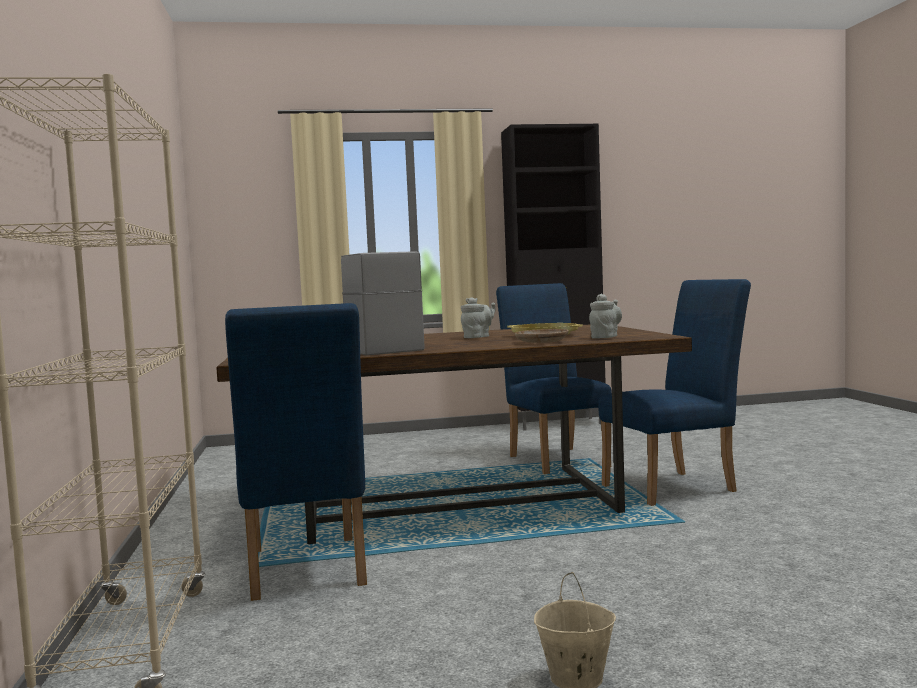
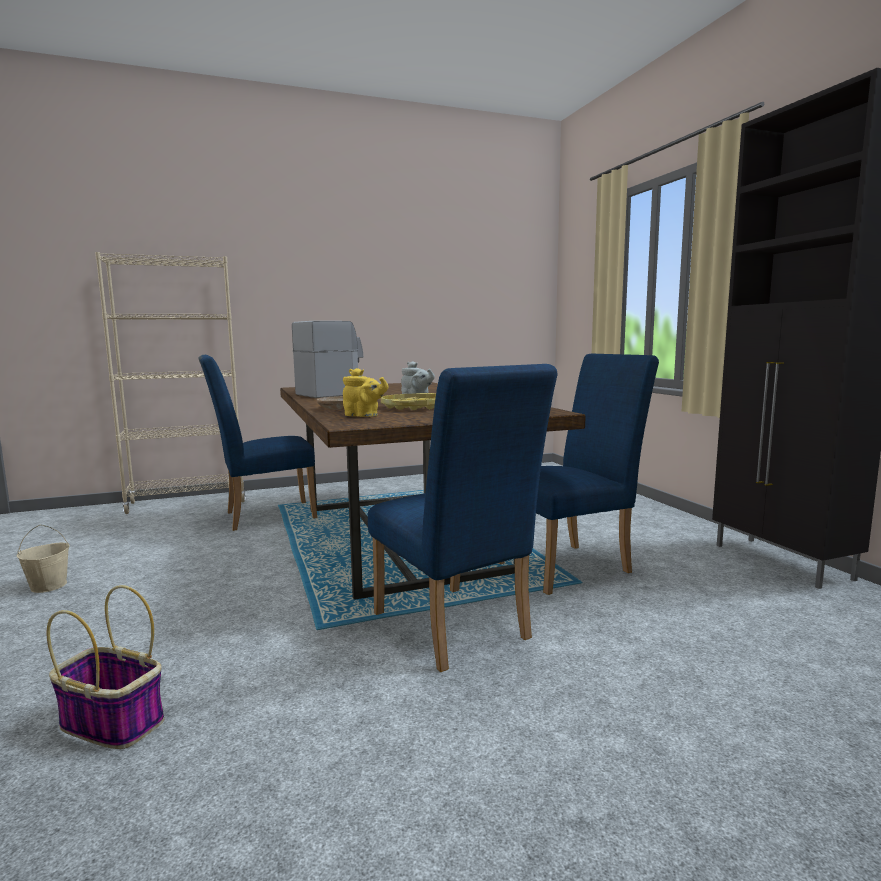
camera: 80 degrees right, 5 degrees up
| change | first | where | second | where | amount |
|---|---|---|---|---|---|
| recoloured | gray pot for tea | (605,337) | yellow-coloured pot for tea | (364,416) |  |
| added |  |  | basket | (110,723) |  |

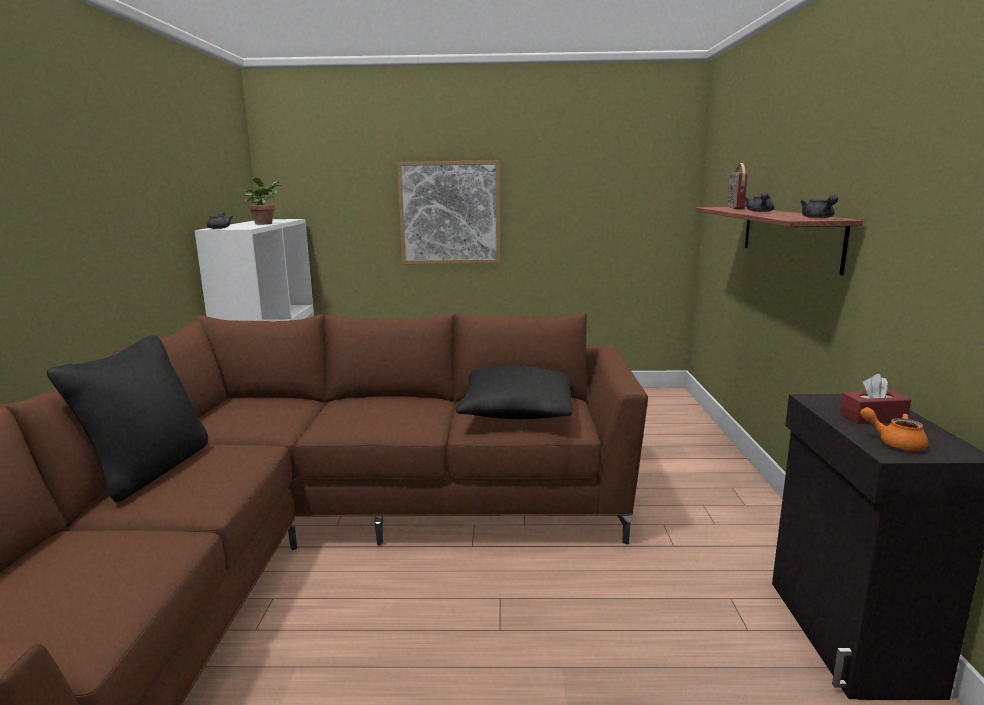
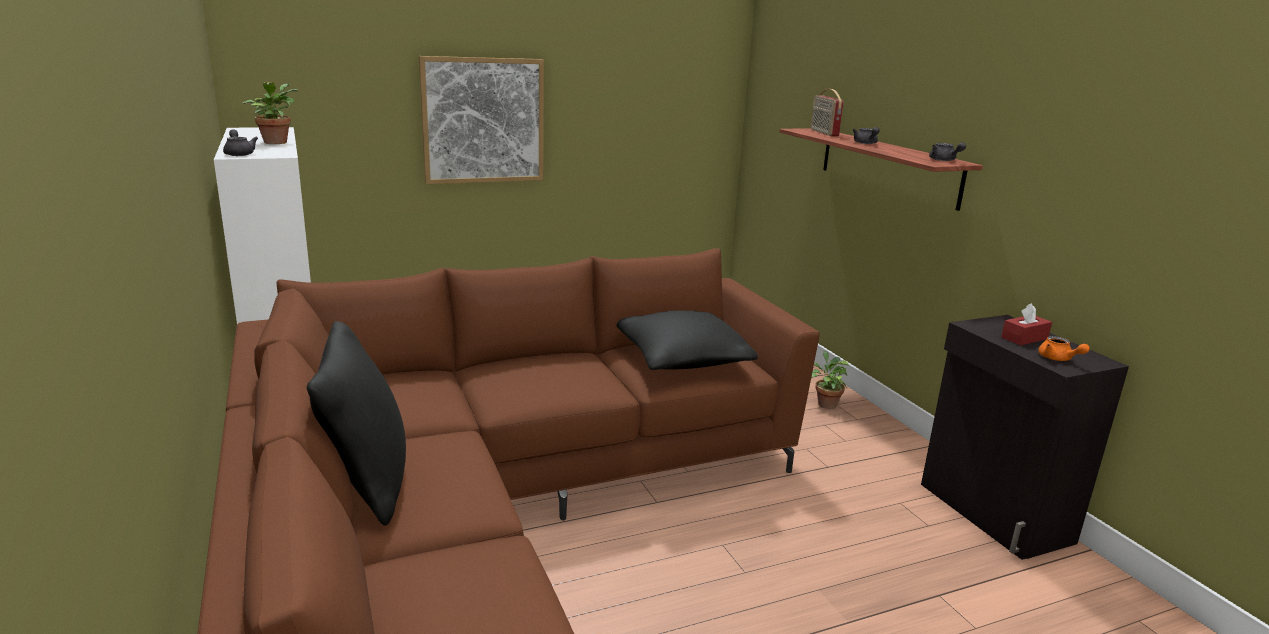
camera: 25 degrees left, 5 degrees up
| change | first | where | second | where | amount |
|---|---|---|---|---|---|
| turned | orange-coloured pot for tea | (895,443) |  | (1058,359) | 135 degrees counterclockwise |
| added |  |  | potted plant | (825,403) |  |

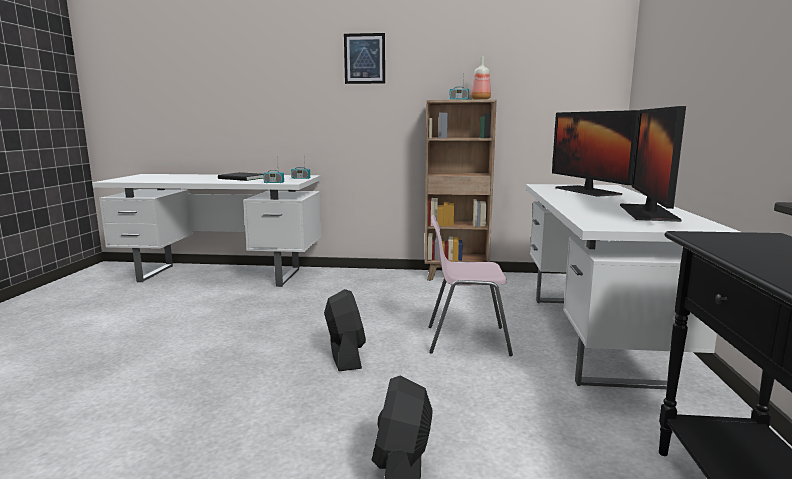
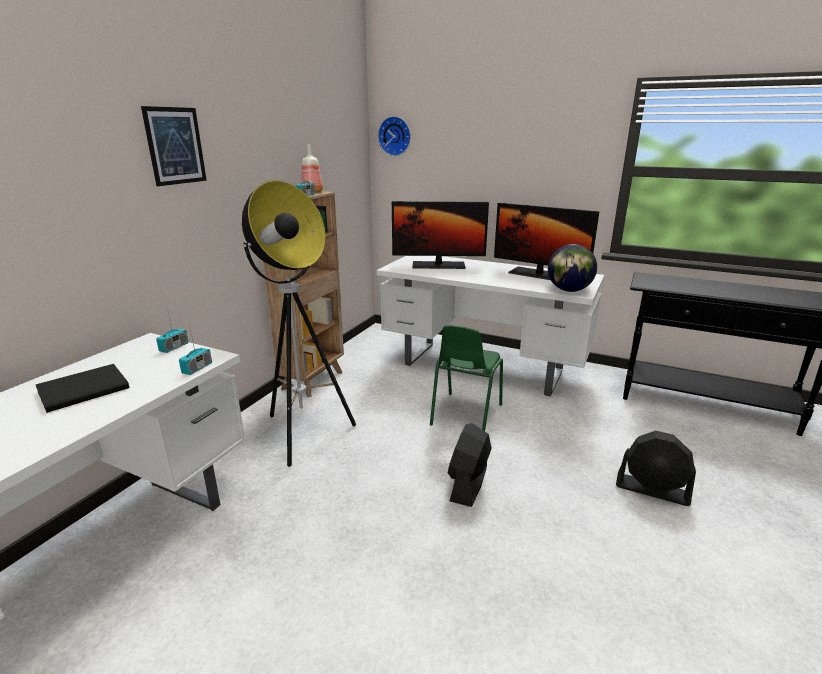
camera: 70 degrees left, 10 degrees up
| change | first | where | second | where | amount |
|---|---|---|---|---|---|
| turned | blackish electric fan | (345,355) |  | (468,484) | 75 degrees counterclockwise |
| recoloured | pink-coloured upright chair | (466,340) | green upright chair | (465,415) |  |
| added |  |  | standing lamp | (303,433) |  |
| added |  |  | clock on the wall | (395,136) |  |
| added |  |  | desk globe | (569,290) |  |

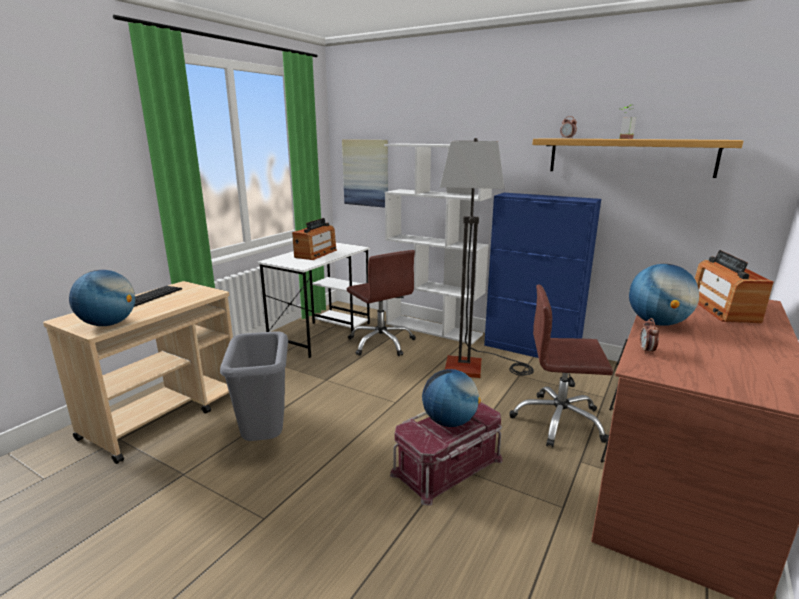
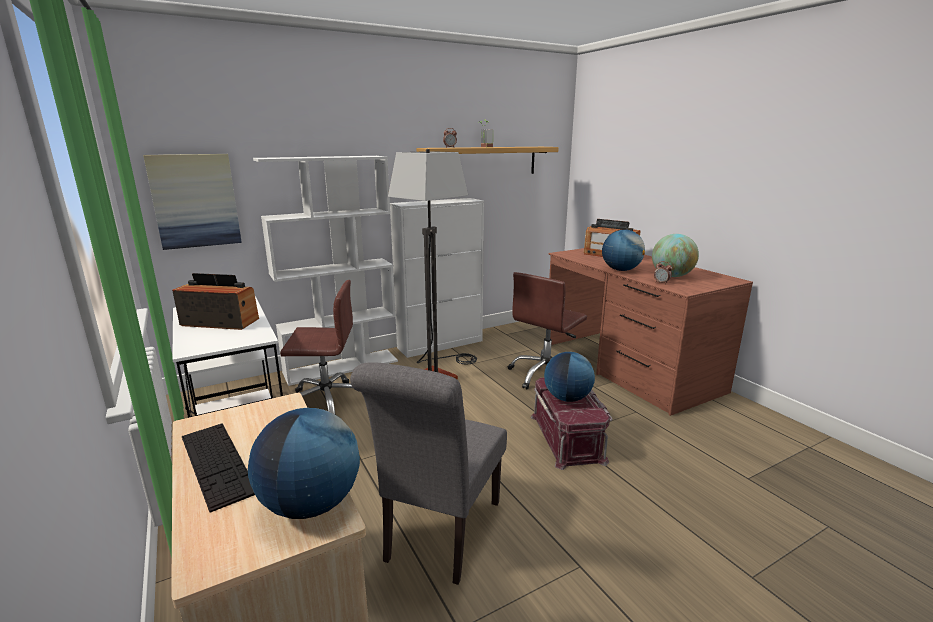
camera: 60 degrees left, 0 degrees up
| change | first | where | second | where | amount |
|---|---|---|---|---|---|
| replaced | gray trash can | (265,438) | gray upright chair | (439,535) |  |
| turned | radio receiver | (316,253) |  | (220,322) | 45 degrees counterclockwise |
| recoloured | blue storage cabinet | (531,350) | whitish storage cabinet | (441,344) |  |
| added |  |  | desk globe | (672,276) |  |

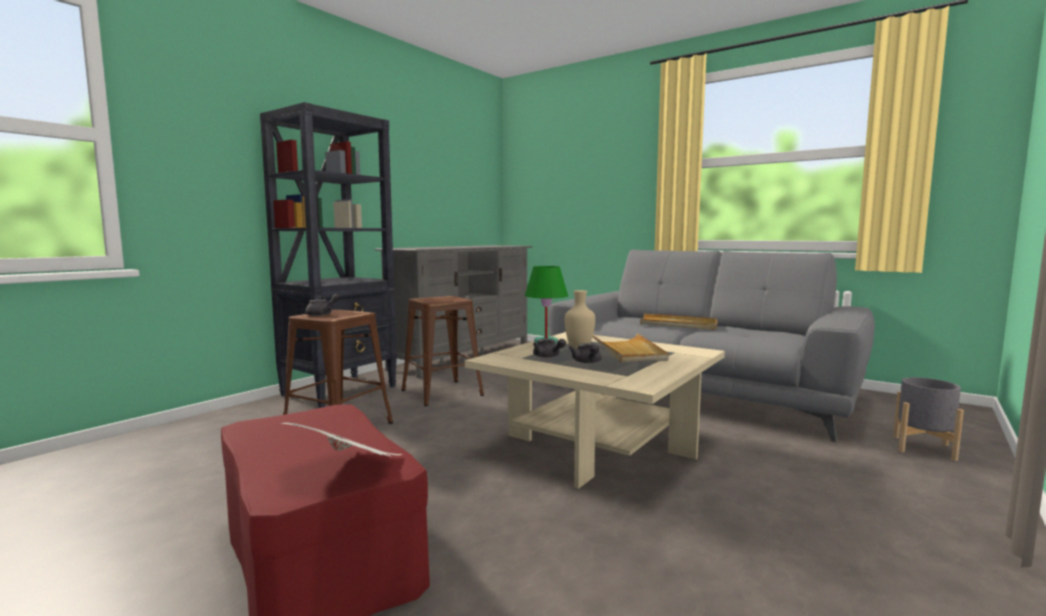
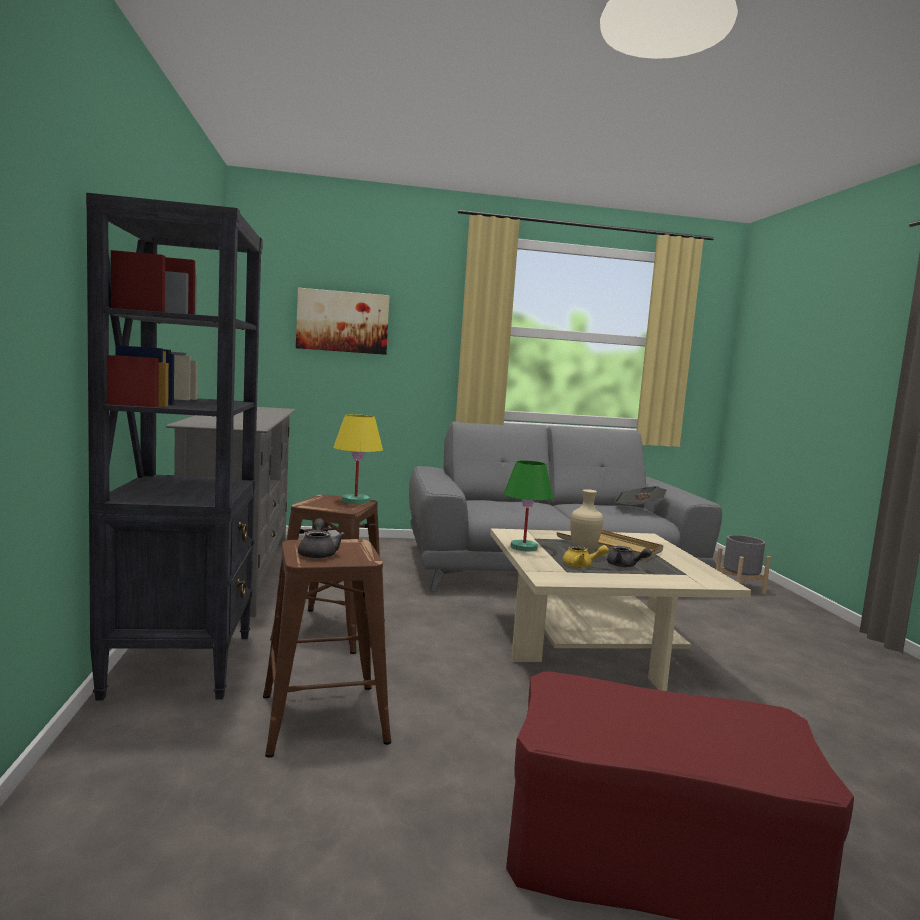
camera: 45 degrees left, 0 degrees up
| change | first | where | second | where | amount |
|---|---|---|---|---|---|
| moved | printed paper | (345,469) |  | (638,510) |  |
| recoloured | gray pot for tea | (548,357) | yellow-coloured pot for tea | (581,565) |  |
| removed | sand-coloured tray | (678,325) |  |  |  |
| added |  |  | wall picture | (342,321) |  |
| added |  |  | yellow-coloured tabletop lamp | (355,501) |  |

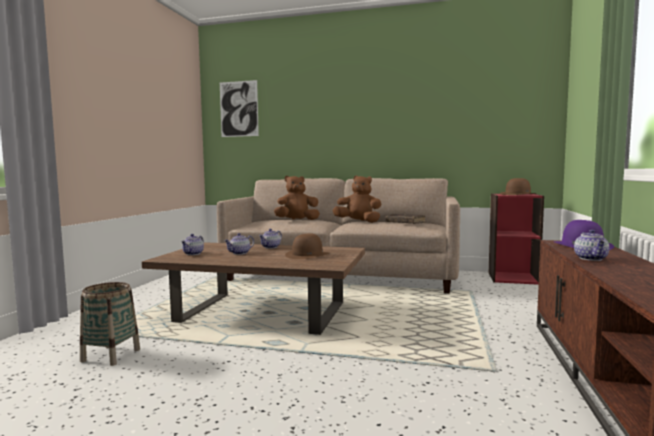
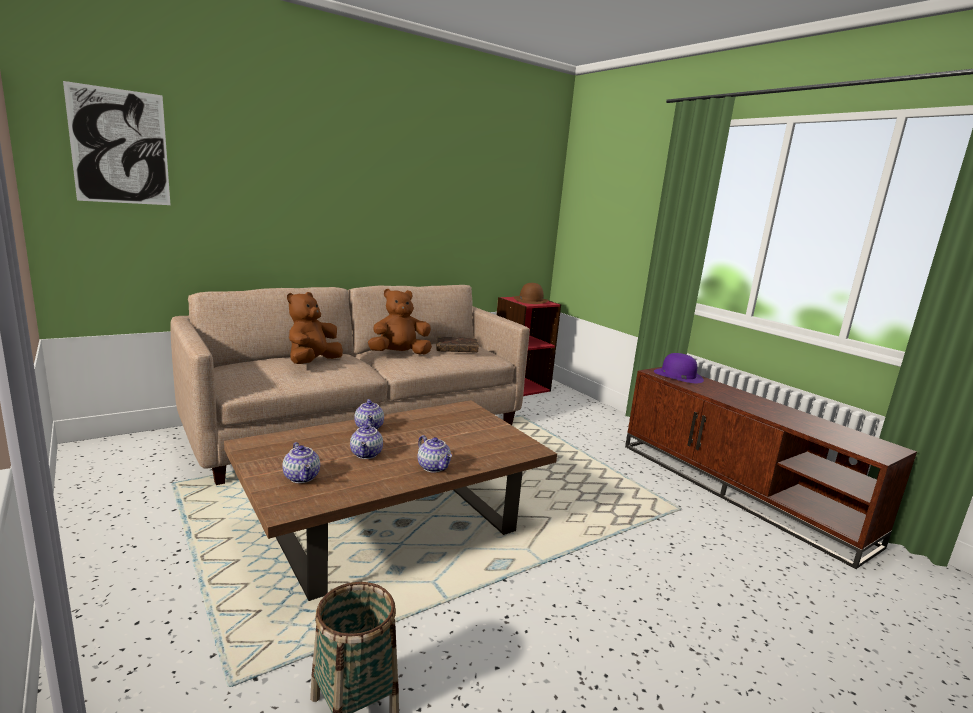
camera: 50 degrees left, 10 degrees up
| change | first | where | second | where | amount |
|---|---|---|---|---|---|
| removed | brownish wearable hat | (307,255) |  |  |  |
| moved | pot for tea | (591,259) |  | (434,467) |  |

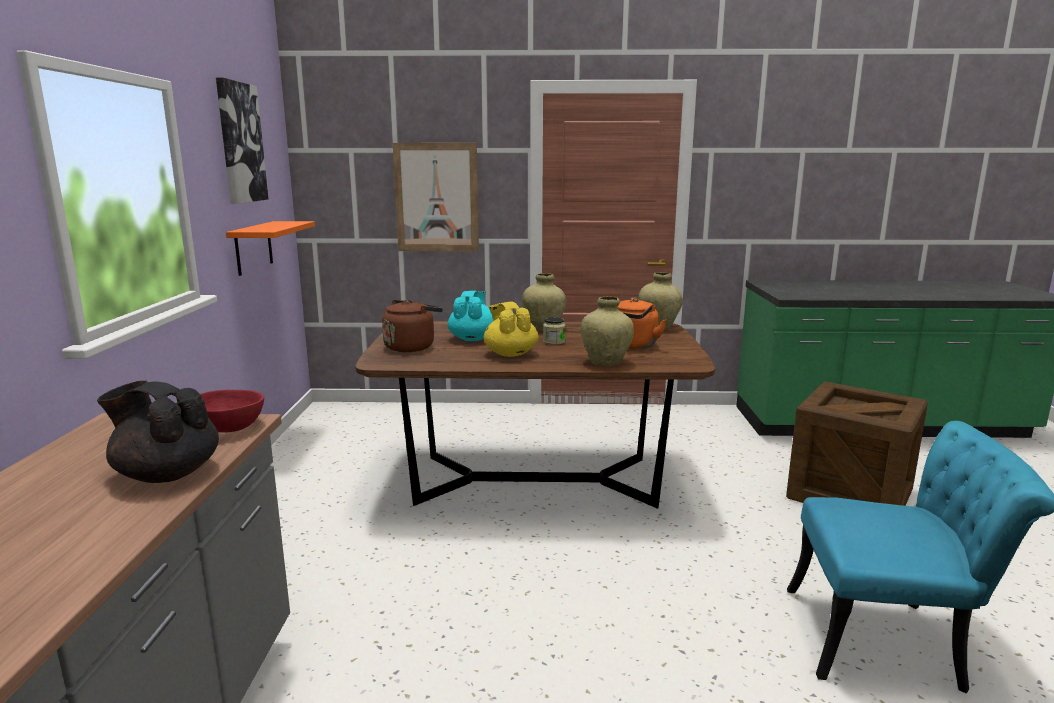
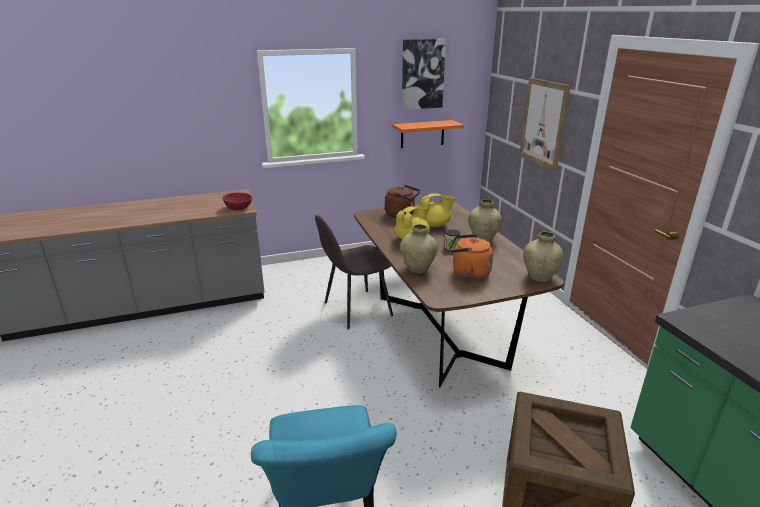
camera: 70 degrees right, 10 degrees up
| change | first | where | second | where | amount |
|---|---|---|---|---|---|
| removed | blackish pot for tea | (167,474) |  |  |  |
| recoloured | blue-green pot for tea | (473,338) | yellow-coloured pot for tea | (434,225) |  |
| added |  |  | gray upright chair | (356,309) |  |

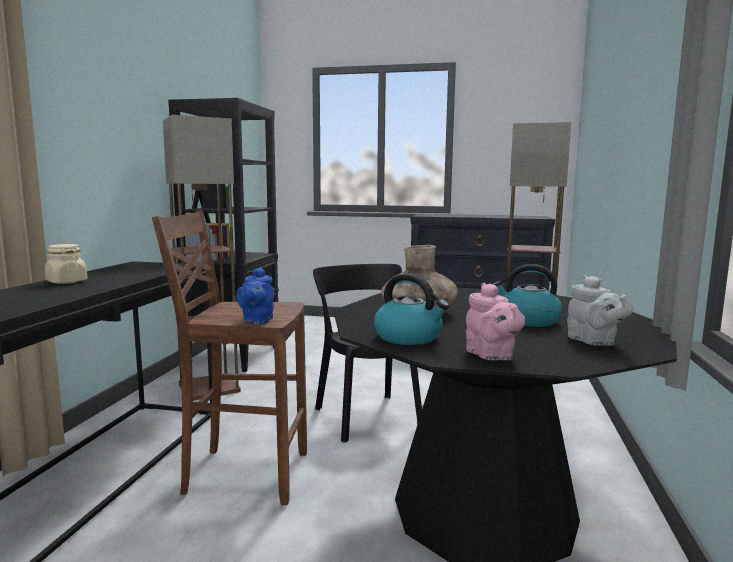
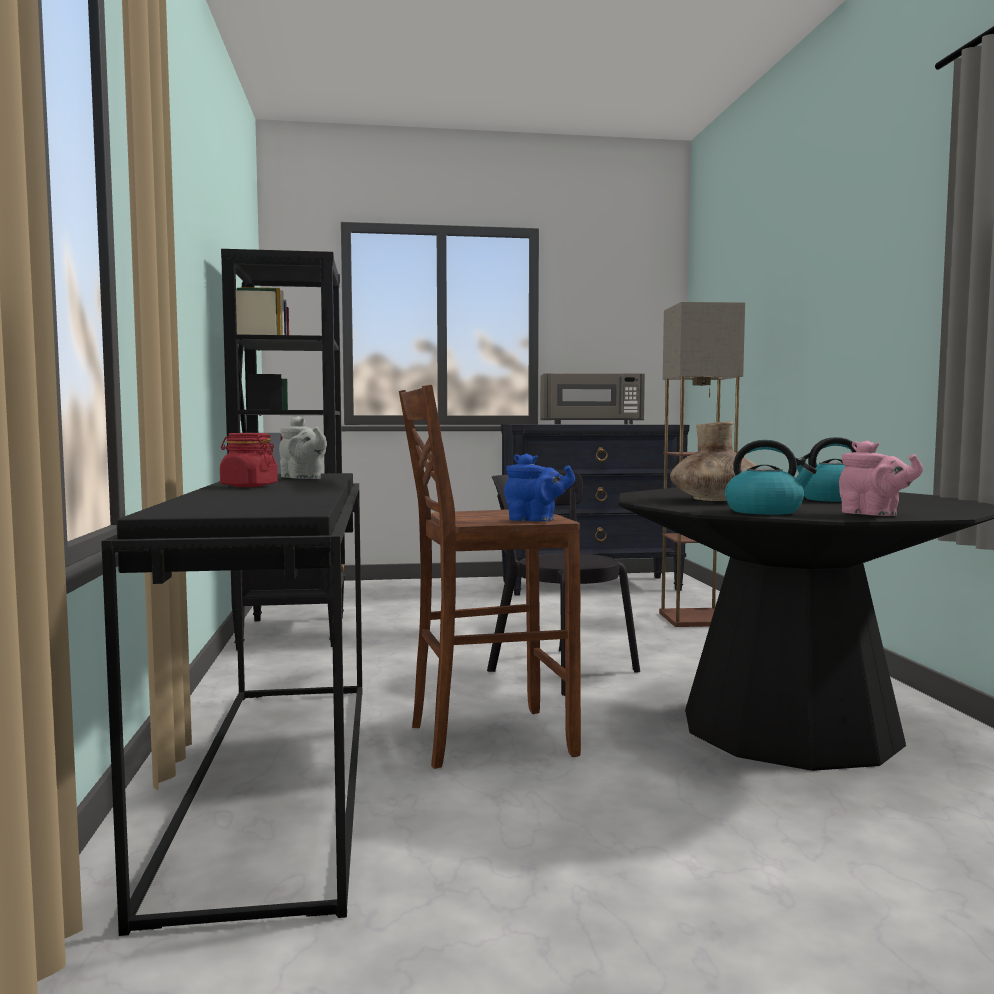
camera: 20 degrees left, 5 degrees down
| change | first | where | second | where | amount |
|---|---|---|---|---|---|
| recoloured | sand-coloured jar | (66,282) | red jar | (248,486) |  |
| removed | standing lamp | (208,388) |  |  |  |
| turned | blue pot for tea | (257,321) |  | (535,520) | 60 degrees counterclockwise |
| moved | gray pot for tea | (594,342) |  | (303,478) |  |
| added |  |  | gray microwave | (591,424) |  |

